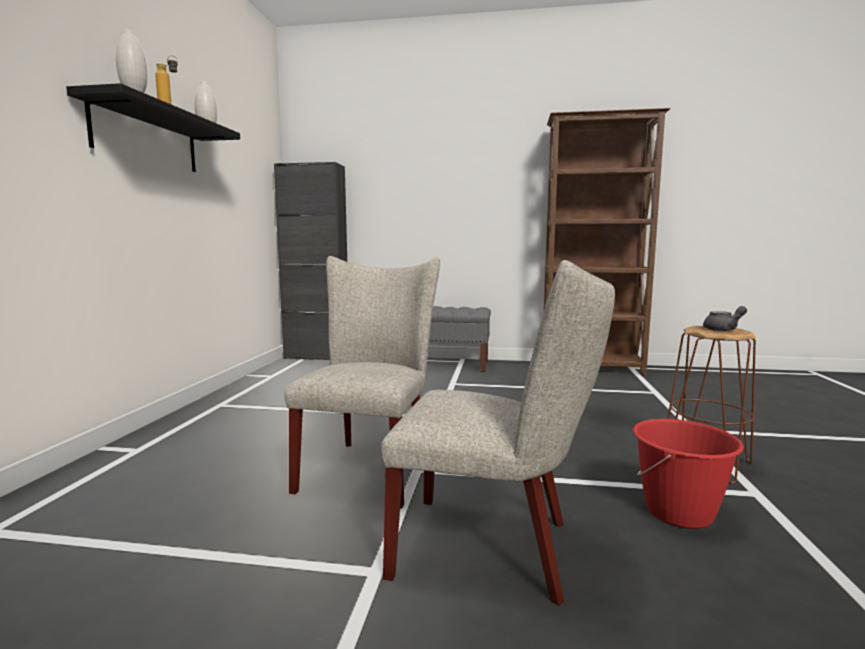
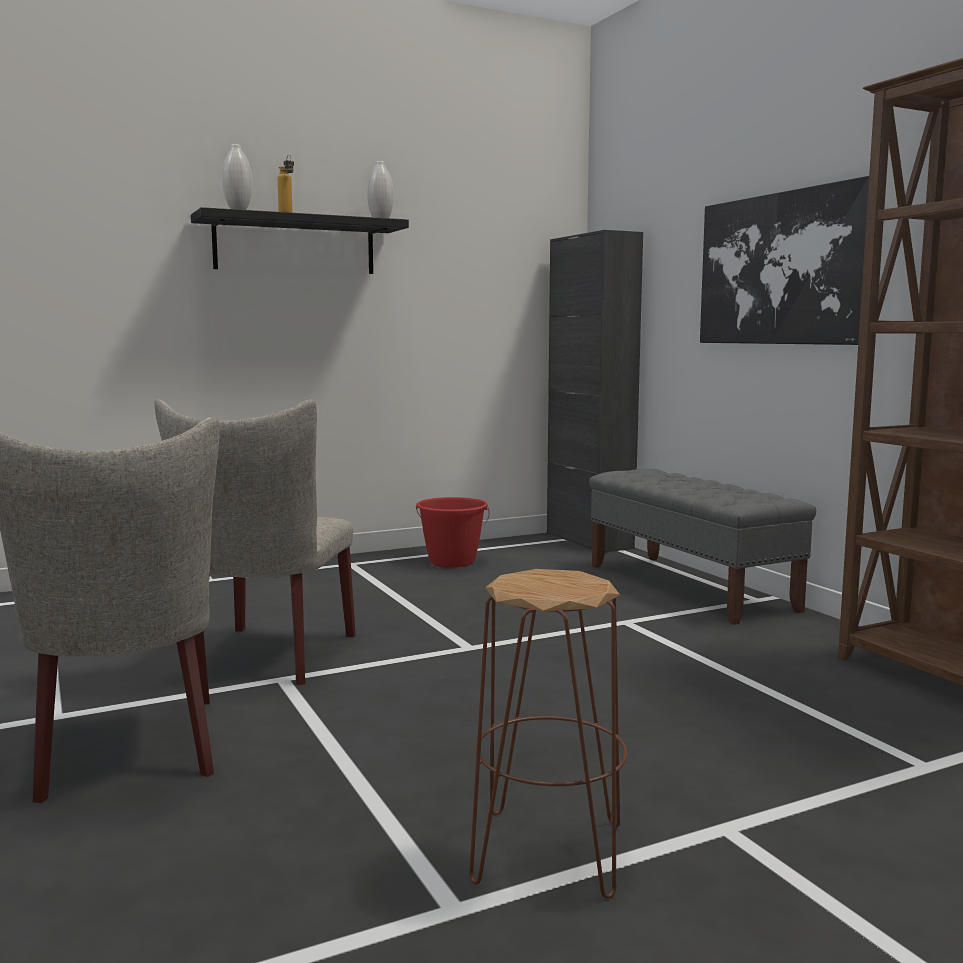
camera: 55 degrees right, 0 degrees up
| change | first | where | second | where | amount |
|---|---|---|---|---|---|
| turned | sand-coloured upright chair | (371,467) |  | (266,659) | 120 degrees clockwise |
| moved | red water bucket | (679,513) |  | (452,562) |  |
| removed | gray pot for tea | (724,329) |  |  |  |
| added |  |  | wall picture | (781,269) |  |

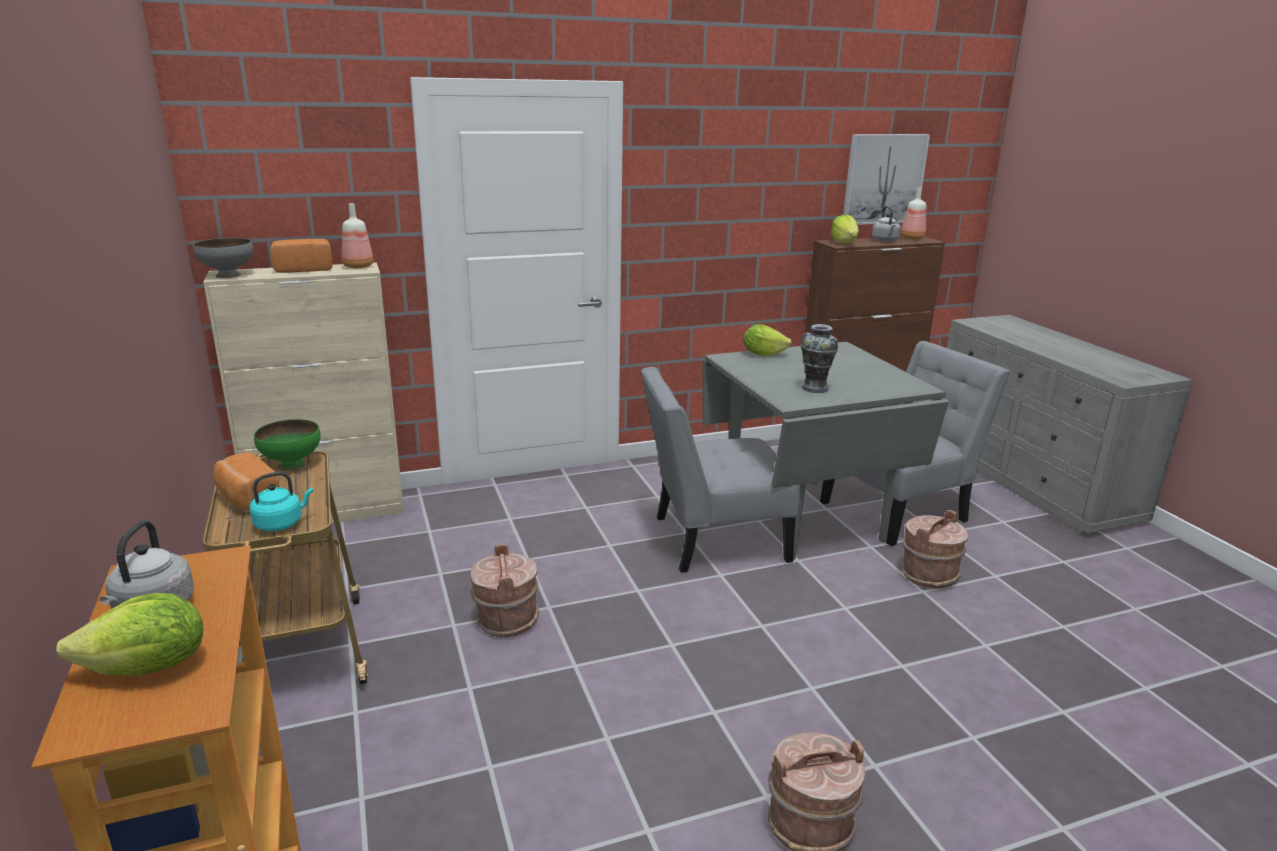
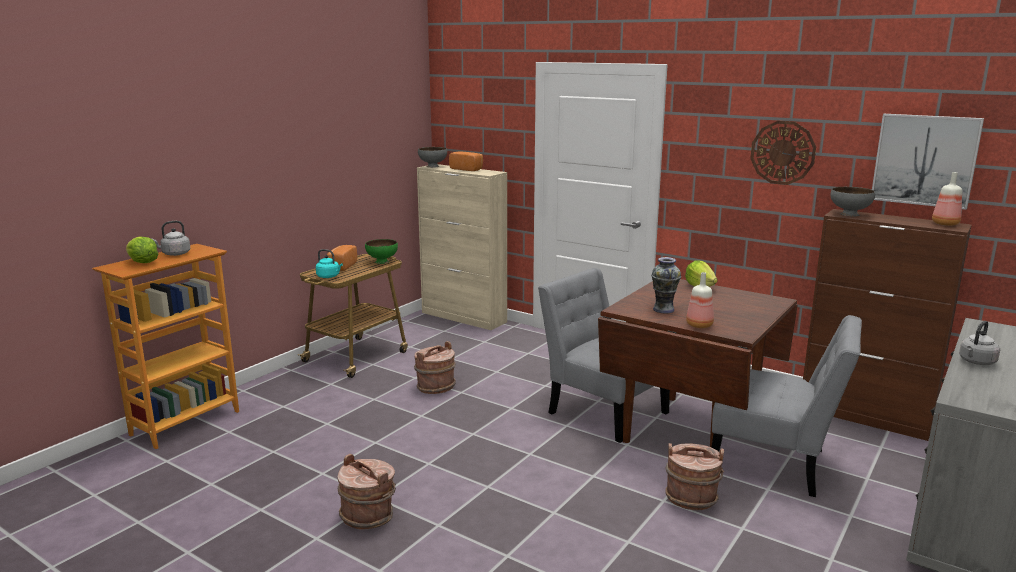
camera: 55 degrees right, 5 degrees down
| change | first | where | second | where | amount |
|---|---|---|---|---|---|
| moved | drink bottle | (358,266) |  | (699,325) |  |
| recoloured | gray dining table | (804,516) | brownish dining table | (691,431) |  |
| replaced | lettuce | (844,243) | gray serving bowl | (850,214) |  |
| moved | gray water kettle | (885,240) |  | (976,362) |  |
| added |  |  | clock on the wall | (782,152) |  |

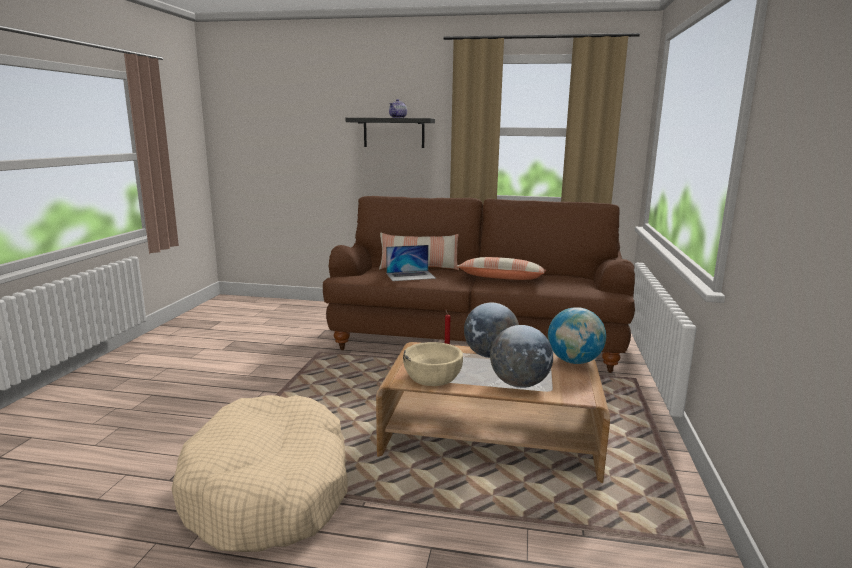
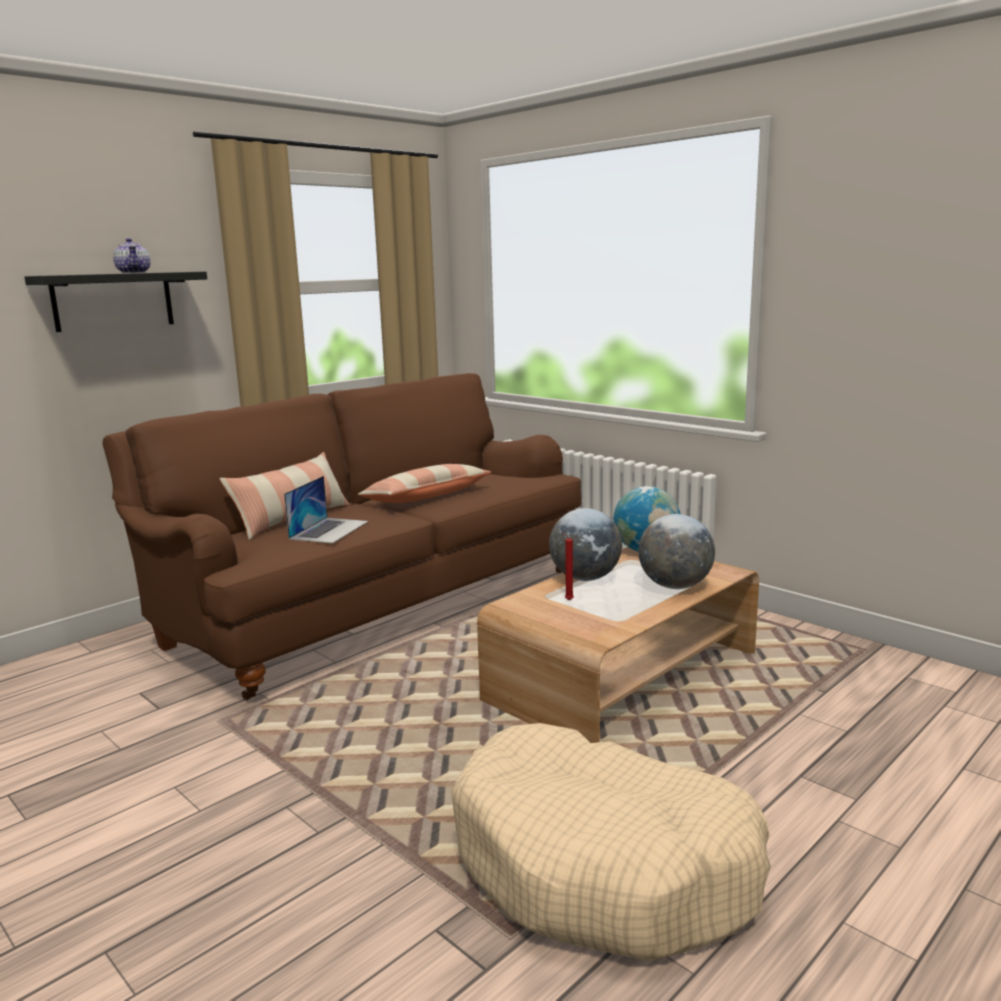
camera: 55 degrees left, 0 degrees up
| change | first | where | second | where | amount |
|---|---|---|---|---|---|
| removed | sand-coloured serving bowl | (432,376) |  |  |  |

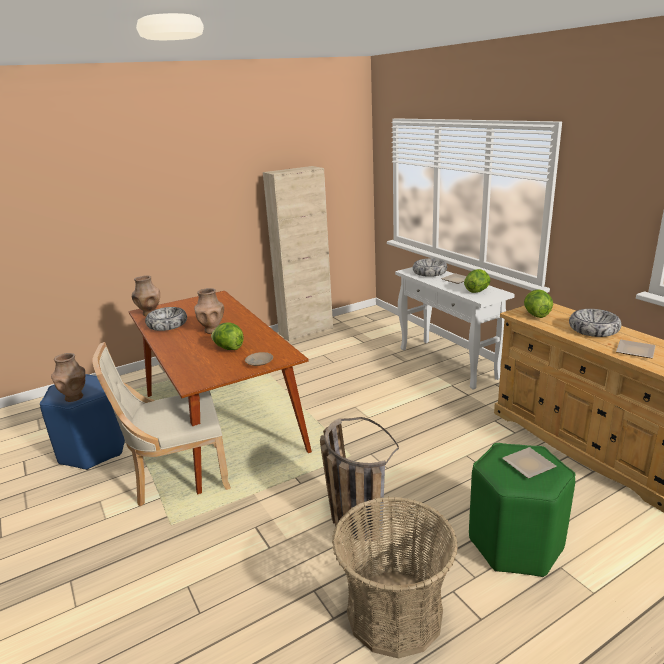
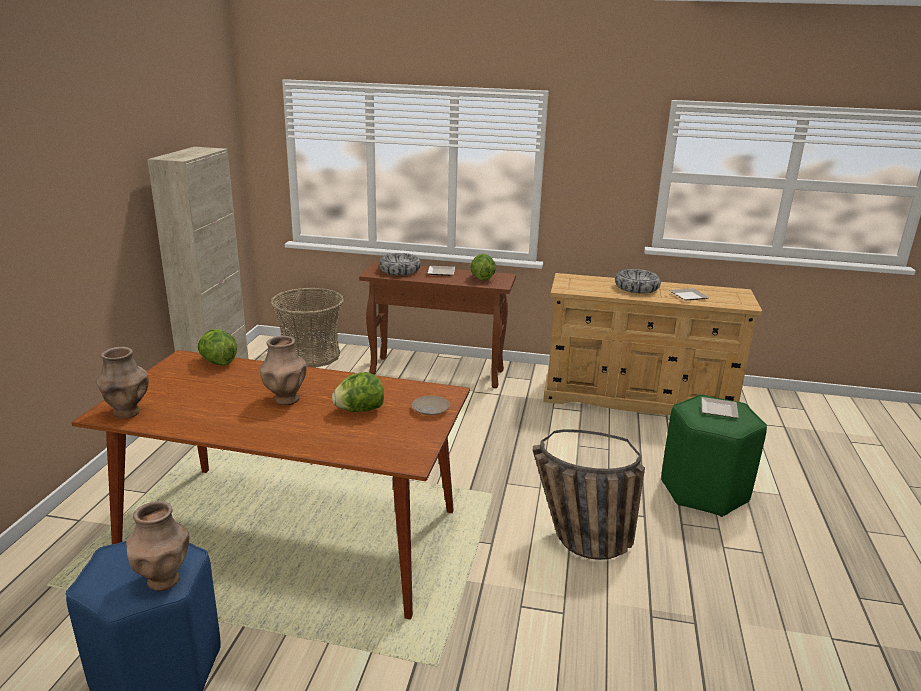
camera: 50 degrees left, 0 degrees up
| change | first | where | second | where | amount |
|---|---|---|---|---|---|
| removed | sand-coloured upright chair | (177,477) |  |  |  |
| removed | serving bowl | (167,324) |  |  |  |
| moved | basket | (394,613) |  | (311,355) |  |
| recoloured | whitish narrow table | (448,363) | brownish narrow table | (438,372) |  |
| moved | lettuce | (536,315) |  | (217,362) |  |

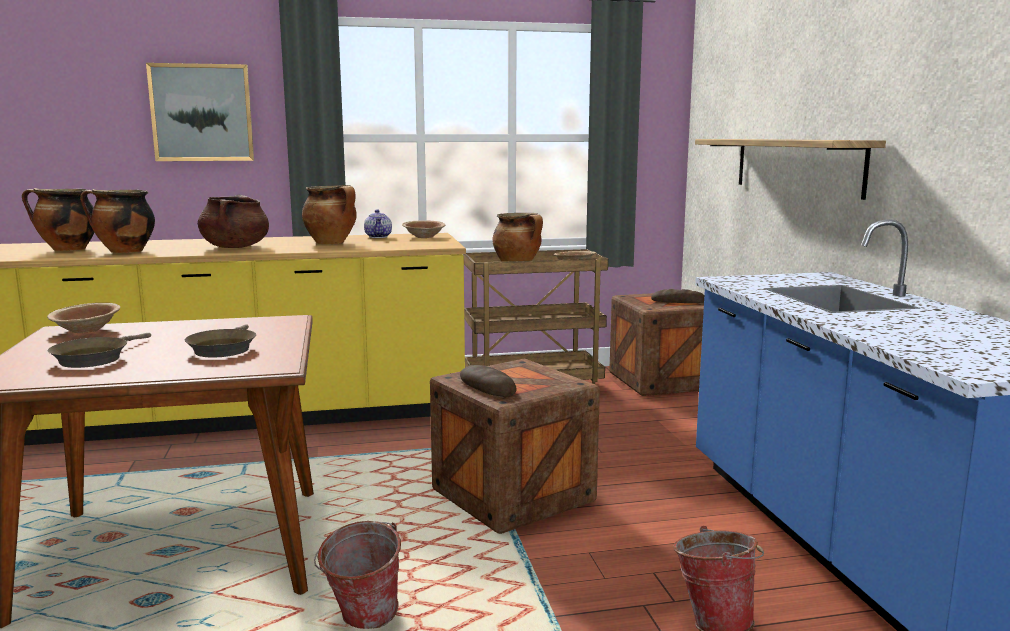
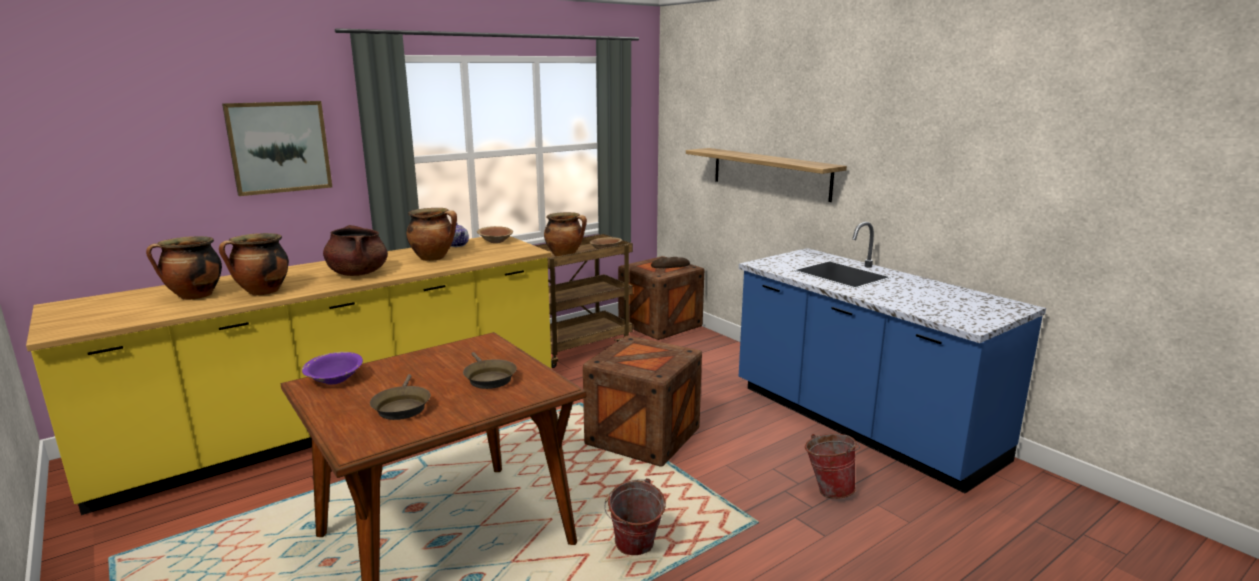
camera: 25 degrees left, 5 degrees up
| change | first | where | second | where | amount |
|---|---|---|---|---|---|
| recoloured | brownish serving bowl | (86,330) | purple-coloured serving bowl | (335,379) |  |
| removed | baked bread | (487,386) |  |  |  |

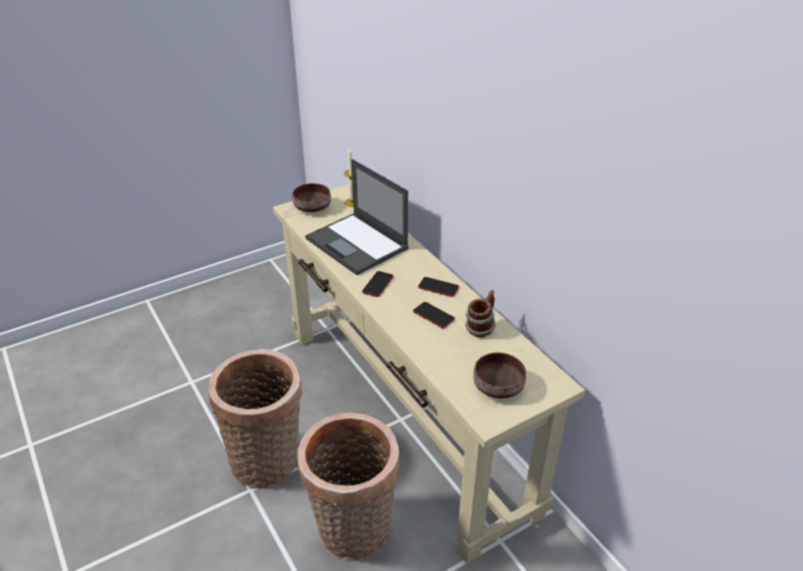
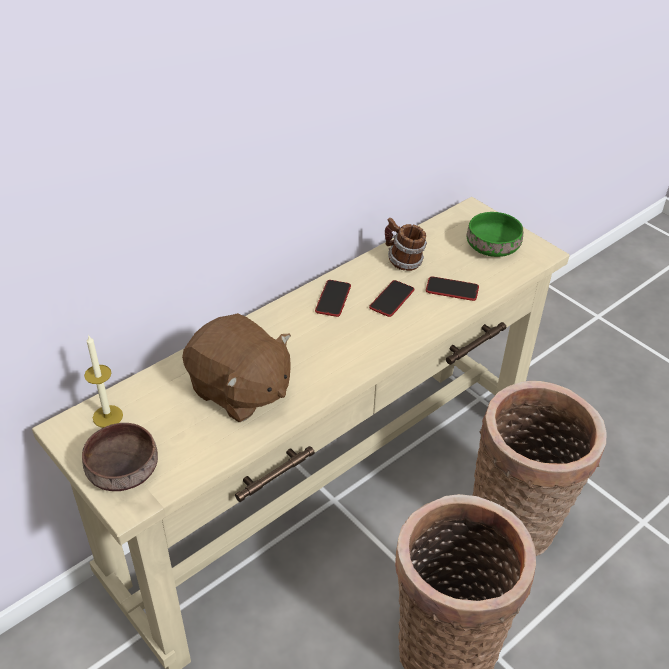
camera: 100 degrees left, 5 degrees up
| change | first | where | second | where | amount |
|---|---|---|---|---|---|
| replaced | notebook computer | (357,244) | brownish cuddly toy | (239,391) |  |
| moved | phone | (378,284) |  | (452,289) |  |
| recoloured | brownish serving bowl | (499,386) | green serving bowl | (491,246) |  |

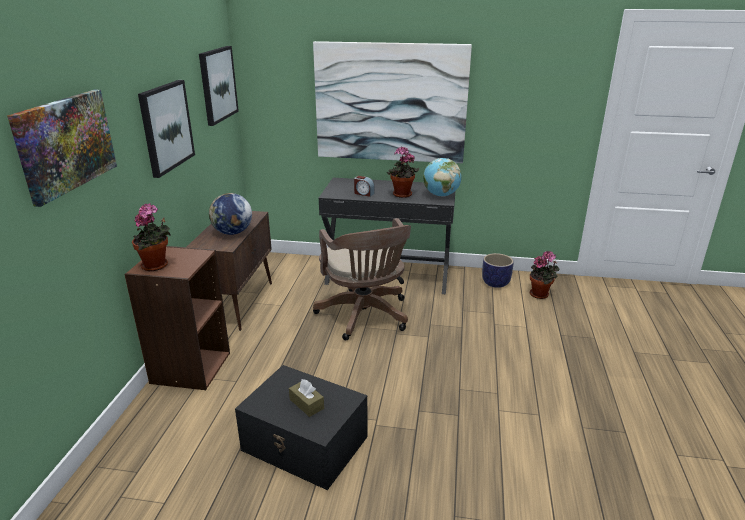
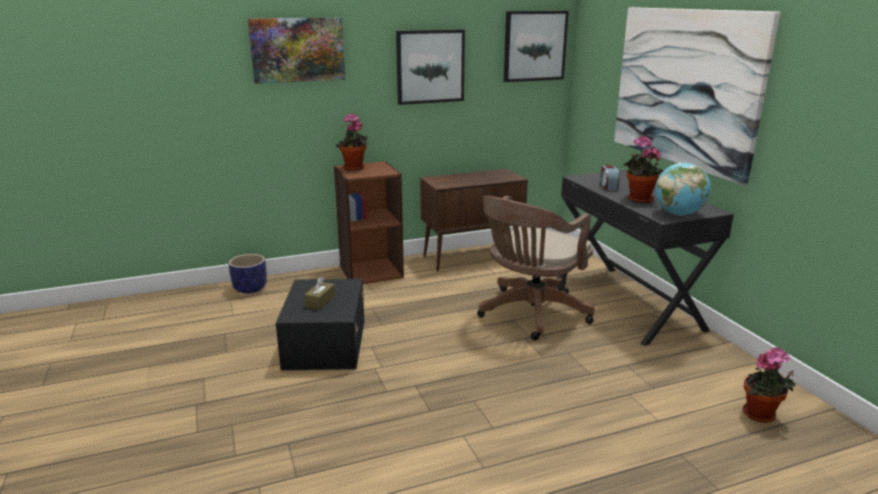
camera: 60 degrees right, 5 degrees down
| change | first | where | second | where | amount |
|---|---|---|---|---|---|
| removed | desk globe | (232,233) |  |  |  |
| moved | planter | (496,283) |  | (250,289) |  |

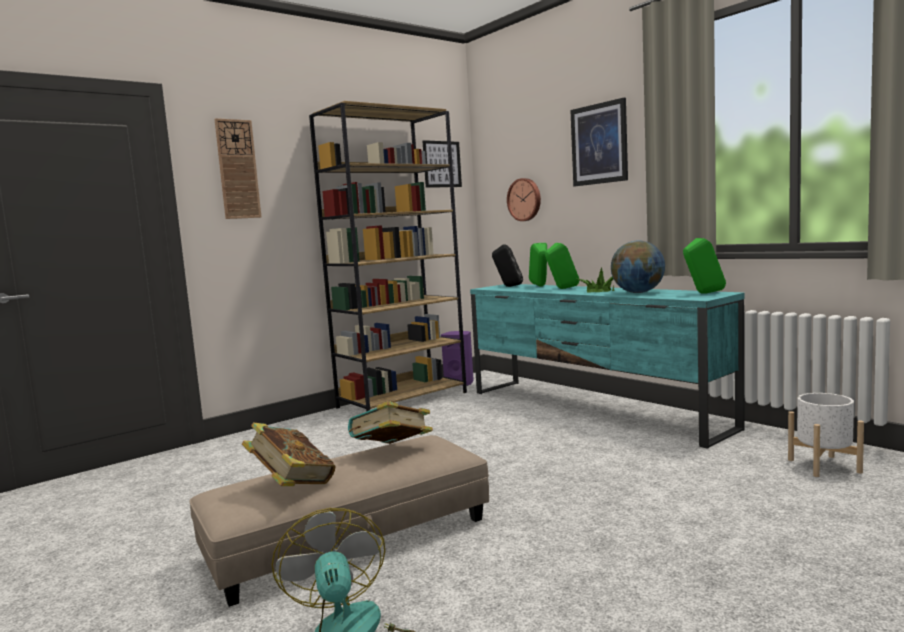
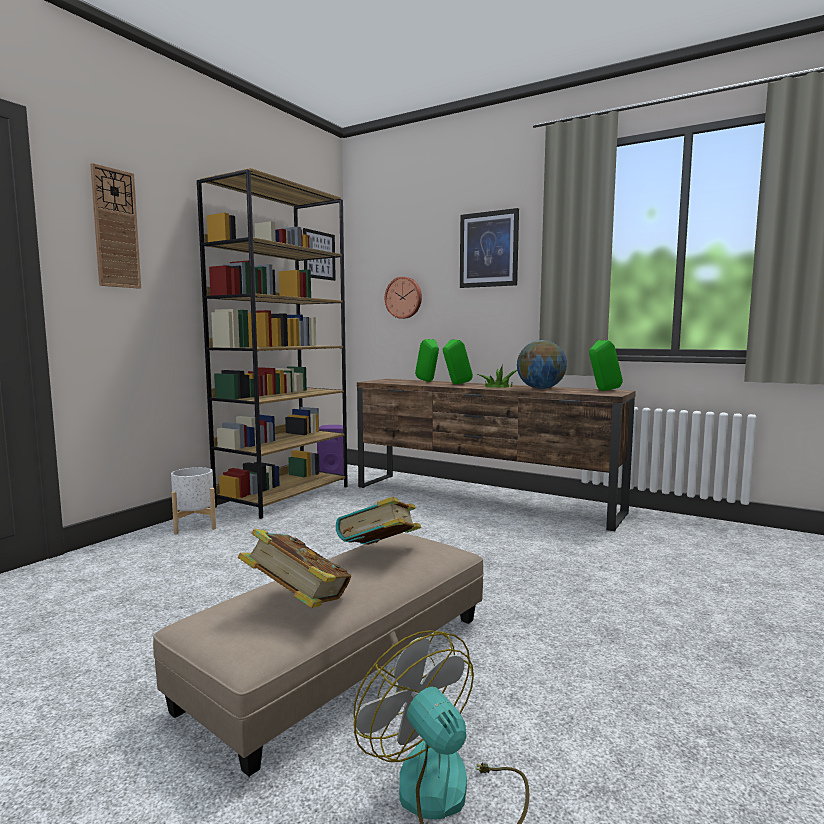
camera: 20 degrees left, 0 degrees up
| change | first | where | second | where | amount |
|---|---|---|---|---|---|
| recoloured | blue-green media console | (592,409) | brownish media console | (483,499) |  |
| removed | blackish loudspeaker | (508,286) |  |  |  |
| moved | whitish planter | (823,466) |  | (194,525) |  |

